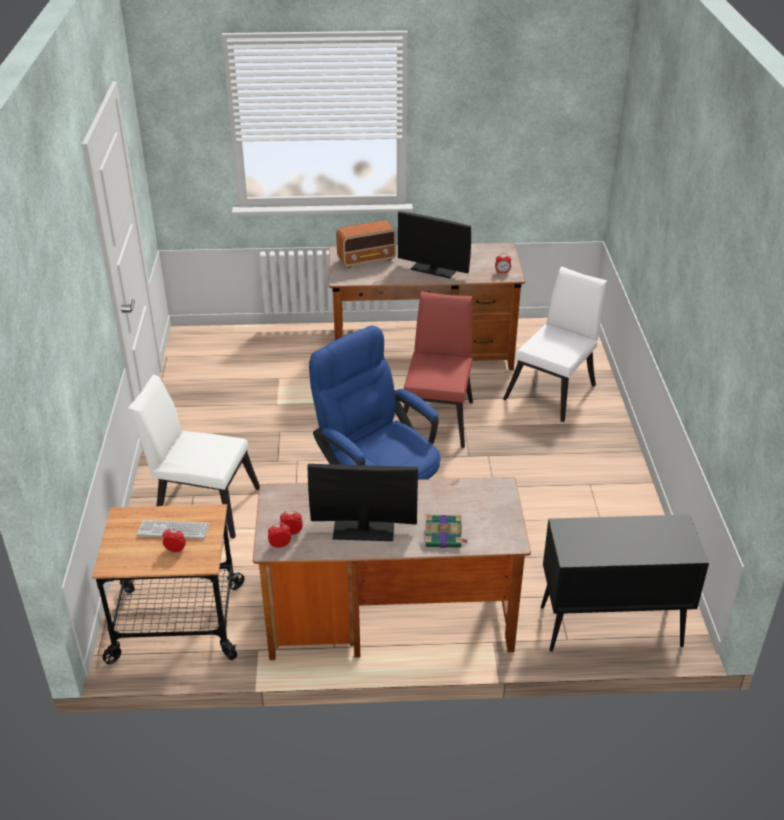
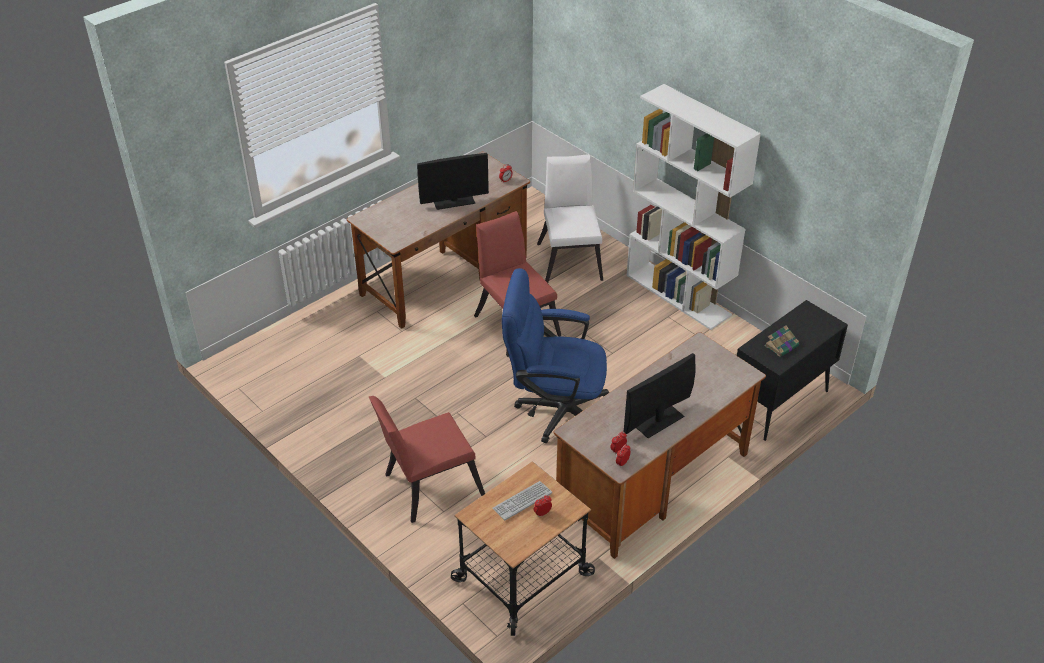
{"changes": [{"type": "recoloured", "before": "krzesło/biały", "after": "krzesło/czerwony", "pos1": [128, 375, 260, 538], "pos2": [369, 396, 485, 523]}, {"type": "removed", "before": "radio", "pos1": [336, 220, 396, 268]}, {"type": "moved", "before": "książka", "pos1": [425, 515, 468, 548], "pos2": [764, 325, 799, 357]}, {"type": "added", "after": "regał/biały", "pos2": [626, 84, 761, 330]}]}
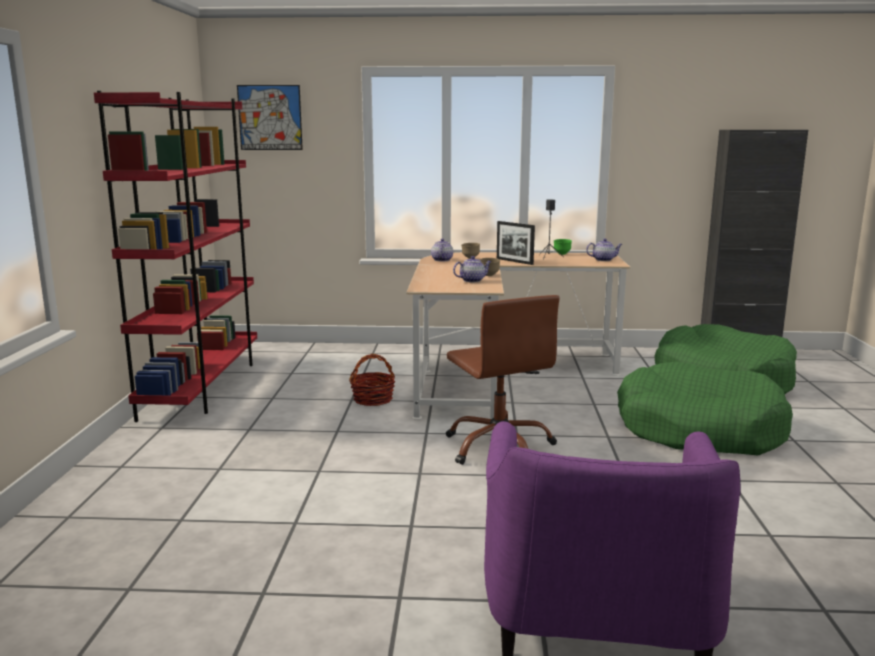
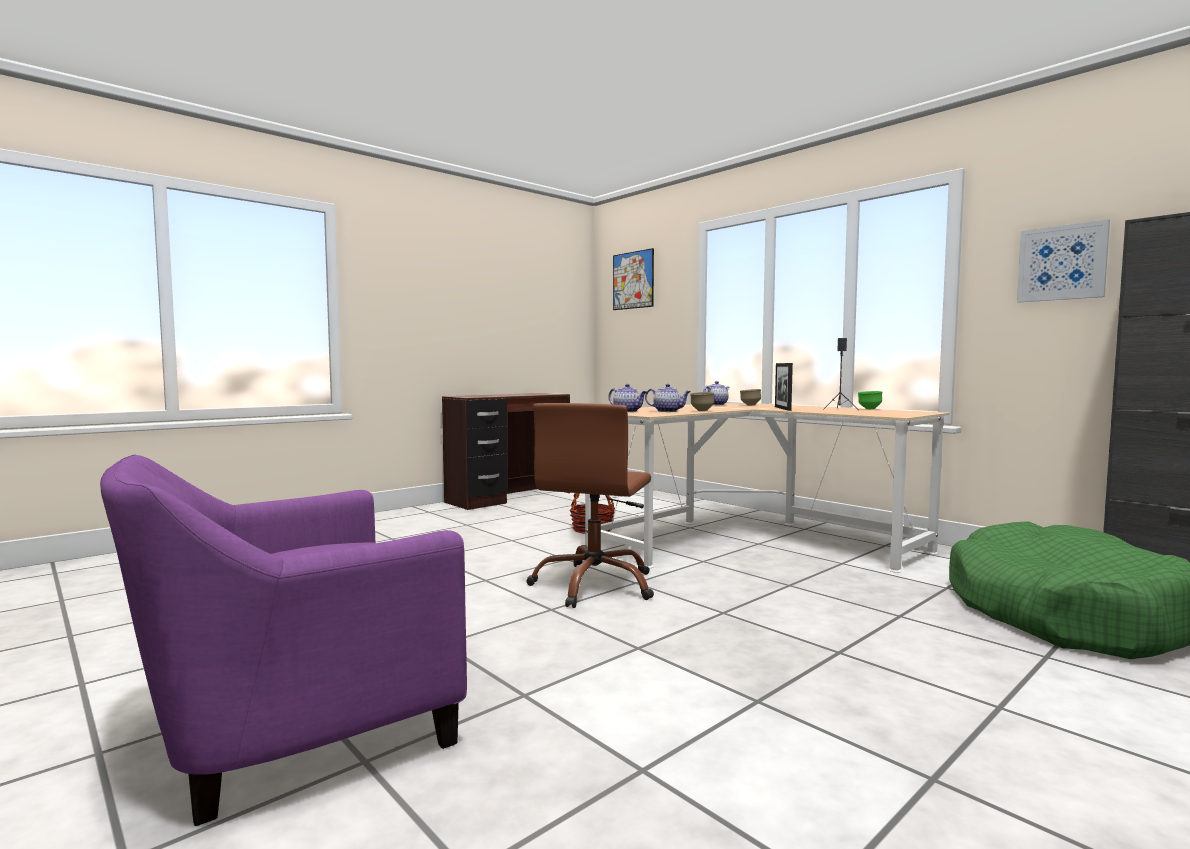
{"changes": [{"type": "replaced", "before": "regał/czerwony", "after": "biurko/brązowy", "pos1": [94, 91, 257, 422], "pos2": [442, 393, 570, 510]}, {"type": "moved", "before": "imbryk", "pos1": [586, 238, 622, 261], "pos2": [609, 384, 646, 412]}, {"type": "removed", "before": "legowisko/zielony", "pos1": [617, 362, 793, 456]}, {"type": "added", "after": "obraz", "pos2": [1017, 219, 1110, 302]}]}
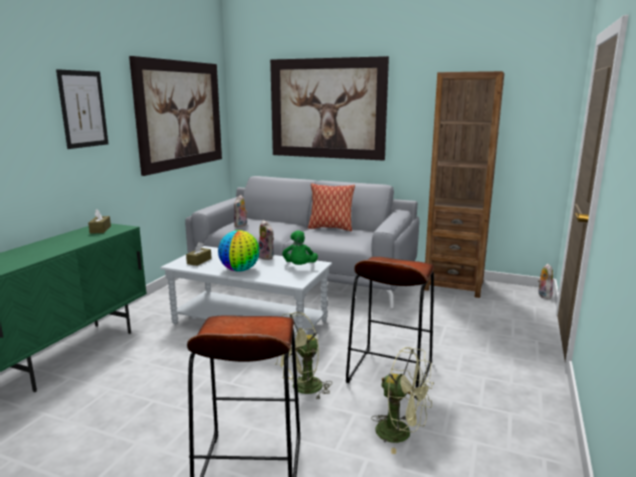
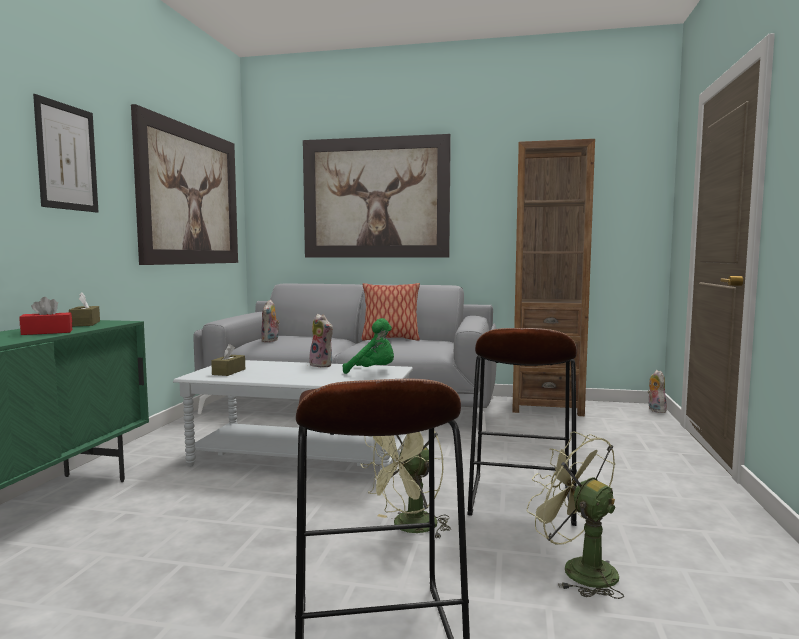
{"changes": [{"type": "removed", "before": "globus", "pos1": [218, 230, 260, 272]}, {"type": "turned", "before": "pluszak/zielony", "pos1": [282, 231, 318, 265], "pos2": [343, 318, 394, 374], "turn": -60}, {"type": "turned", "before": "wentylator/zielony", "pos1": [371, 347, 434, 454], "pos2": [527, 432, 624, 599], "turn": -150}, {"type": "added", "after": "pudełko chusteczek/czerwony", "pos2": [19, 297, 72, 335]}]}
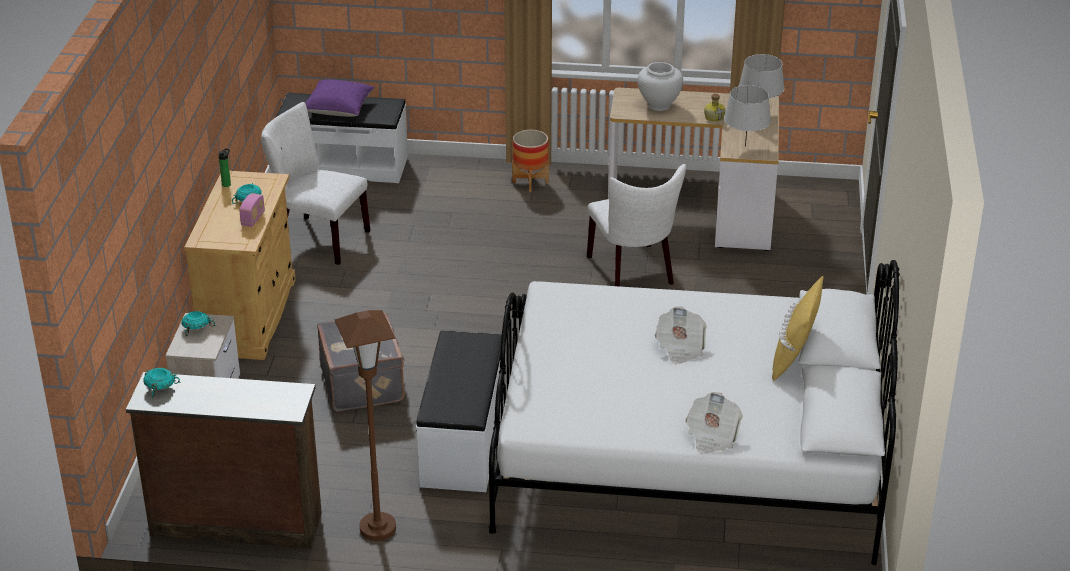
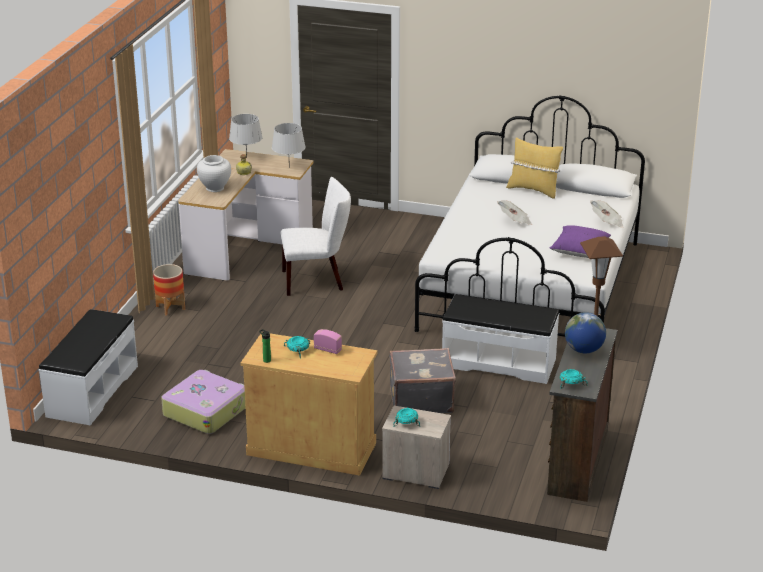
{"changes": [{"type": "replaced", "before": "krzesło/biały", "after": "walizka", "pos1": [261, 102, 370, 265], "pos2": [161, 370, 246, 434]}, {"type": "moved", "before": "poduszka/fioletowy", "pos1": [305, 79, 375, 117], "pos2": [550, 225, 611, 258]}, {"type": "added", "after": "globus", "pos2": [565, 312, 606, 353]}]}
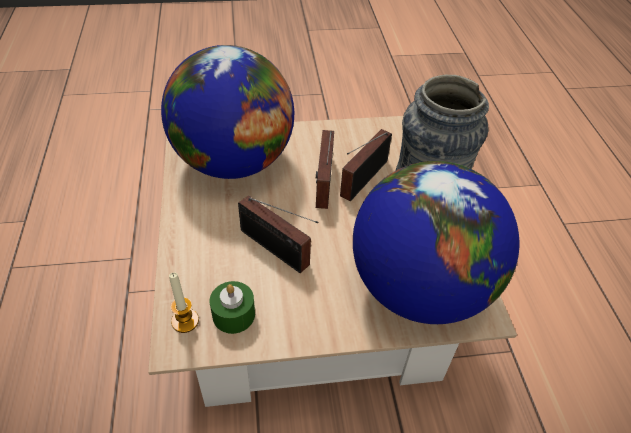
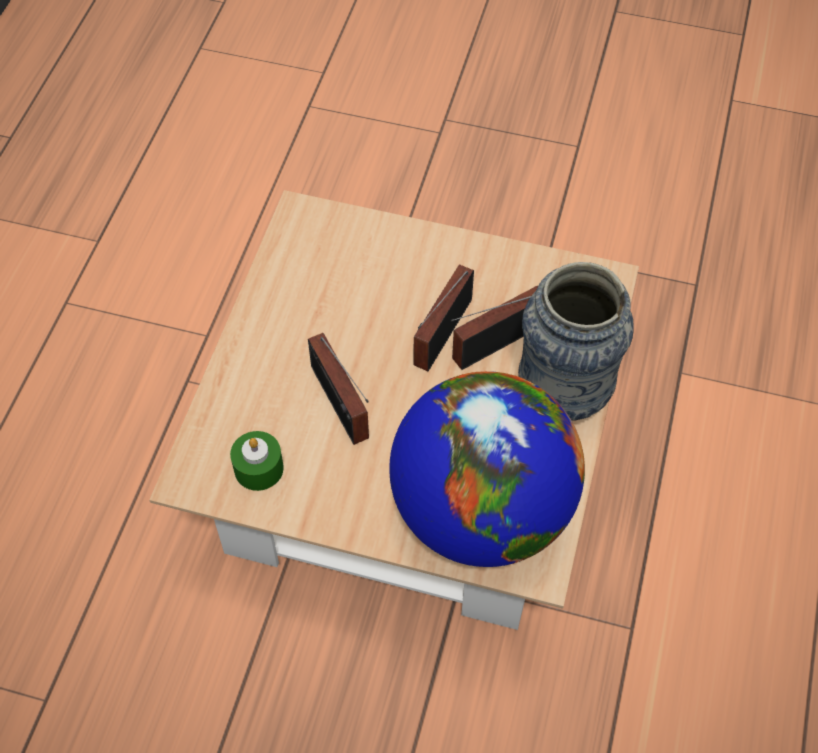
{"changes": [{"type": "removed", "before": "globus", "pos1": [161, 45, 294, 179]}, {"type": "removed", "before": "świeca", "pos1": [169, 272, 199, 333]}]}
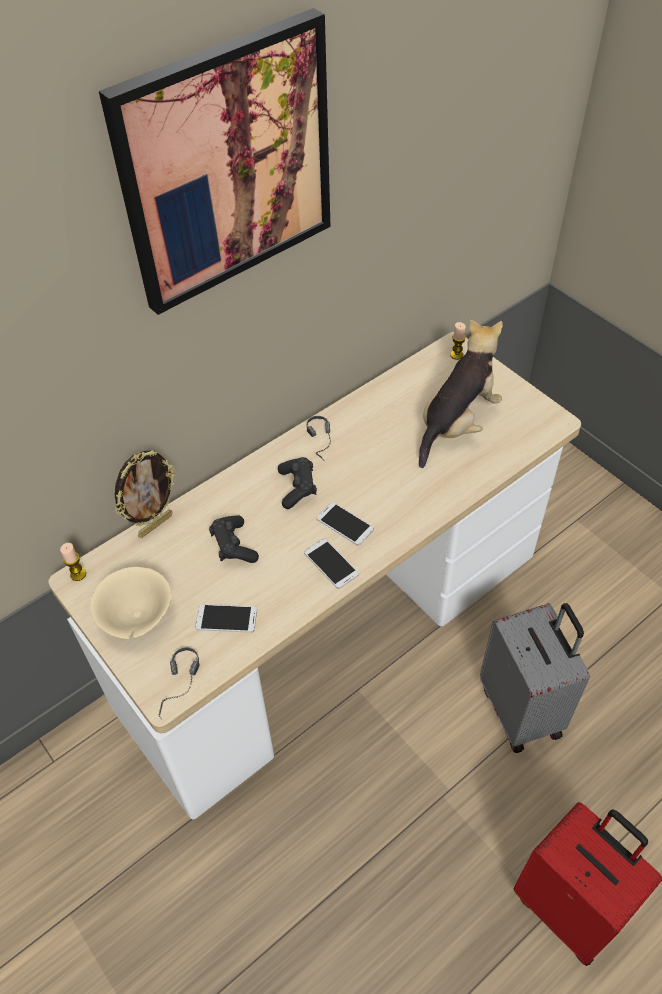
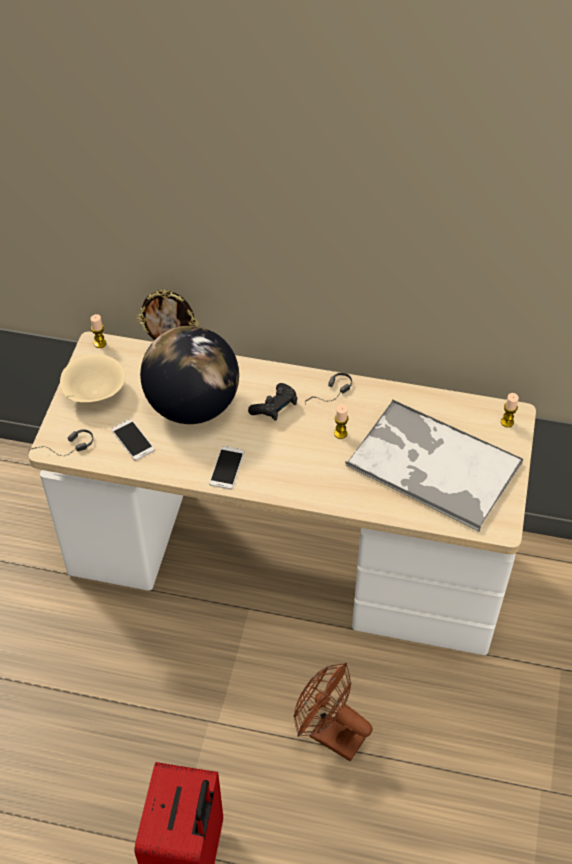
{"changes": [{"type": "removed", "before": "obraz", "pos1": [99, 8, 330, 315]}, {"type": "replaced", "before": "pad do gier/czarny", "after": "globus", "pos1": [209, 516, 259, 563], "pos2": [140, 326, 239, 424]}, {"type": "removed", "before": "telefon", "pos1": [317, 502, 374, 546]}, {"type": "replaced", "before": "pluszak", "after": "taca", "pos1": [419, 319, 503, 468], "pos2": [346, 399, 523, 532]}, {"type": "replaced", "before": "walizka/szary", "after": "wentylator/brązowy", "pos1": [480, 603, 590, 753], "pos2": [294, 663, 373, 761]}, {"type": "added", "after": "świeca", "pos2": [334, 404, 348, 439]}]}
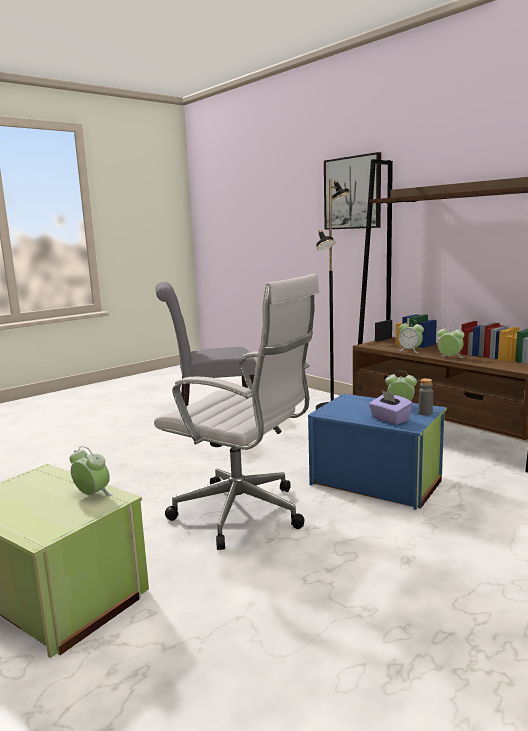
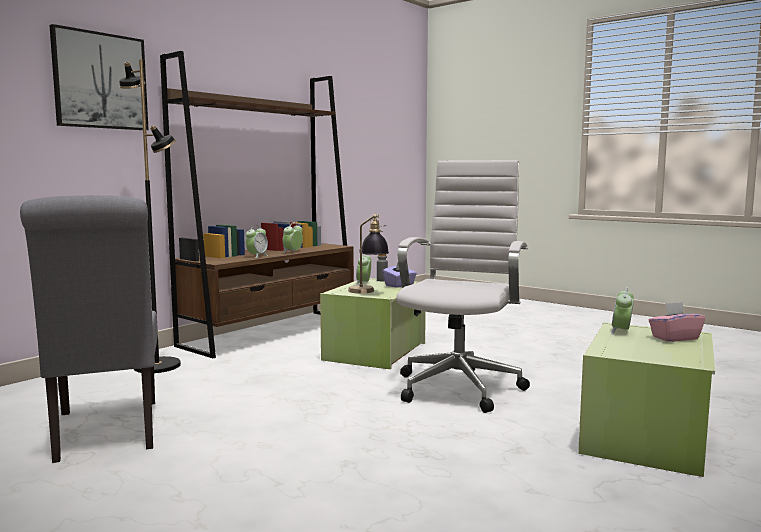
{"changes": [{"type": "recoloured", "before": "pojemnik do przechowywania/niebieski", "after": "pojemnik do przechowywania/zielony", "pos1": [308, 393, 447, 510], "pos2": [320, 278, 426, 369]}, {"type": "added", "after": "lampa stołowa", "pos2": [348, 214, 389, 294]}, {"type": "added", "after": "pudełko chusteczek/różowy", "pos2": [649, 302, 705, 342]}]}
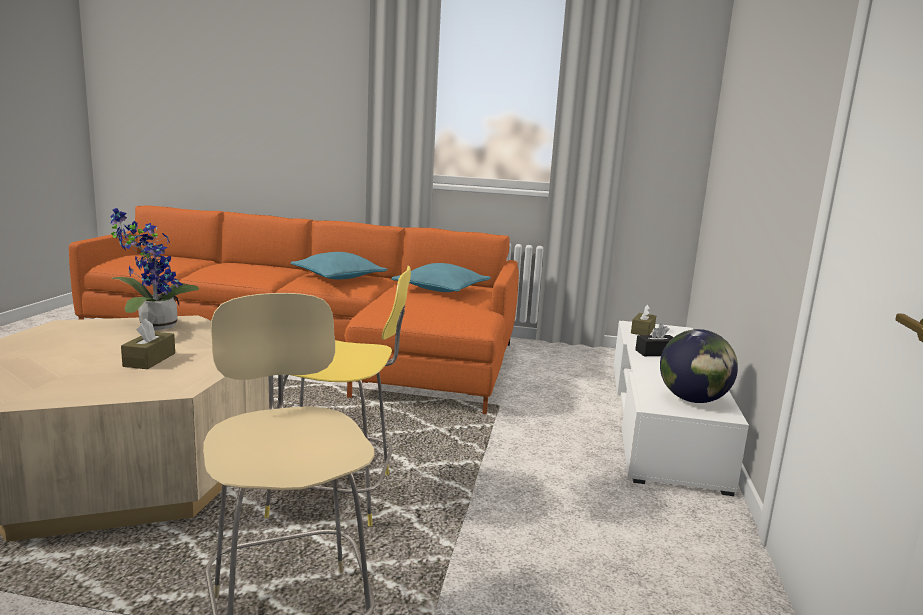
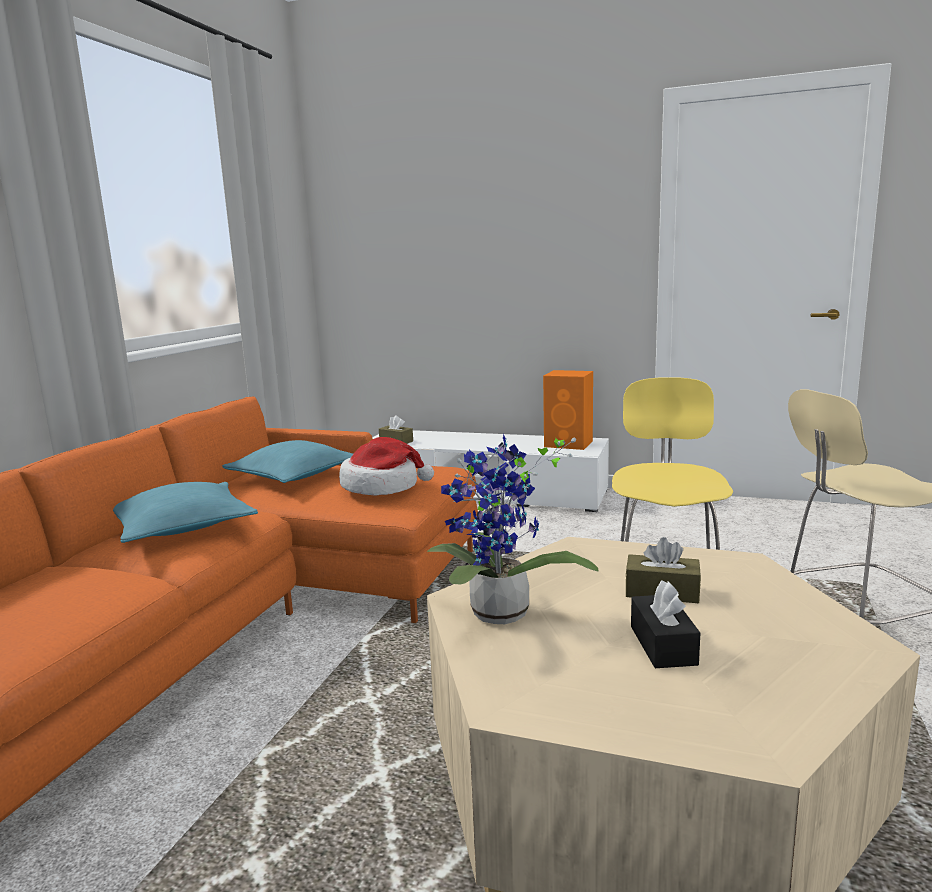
{"changes": [{"type": "moved", "before": "pudełko chusteczek/czarny", "pos1": [635, 324, 673, 356], "pos2": [631, 581, 700, 668]}, {"type": "replaced", "before": "globus", "after": "głośnik/pomarańczowy", "pos1": [660, 329, 738, 403], "pos2": [543, 370, 593, 450]}, {"type": "added", "after": "kapelusz", "pos2": [339, 437, 434, 495]}]}
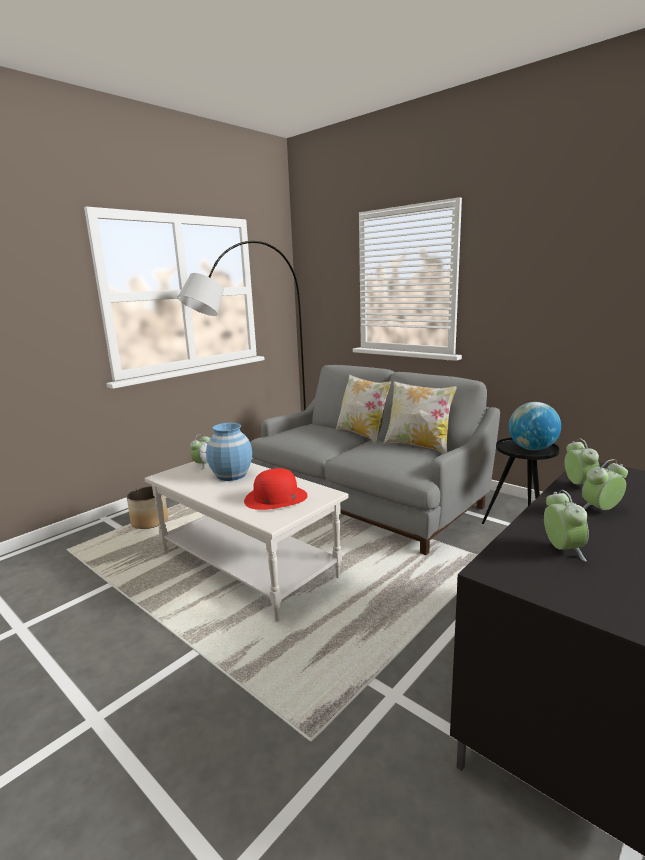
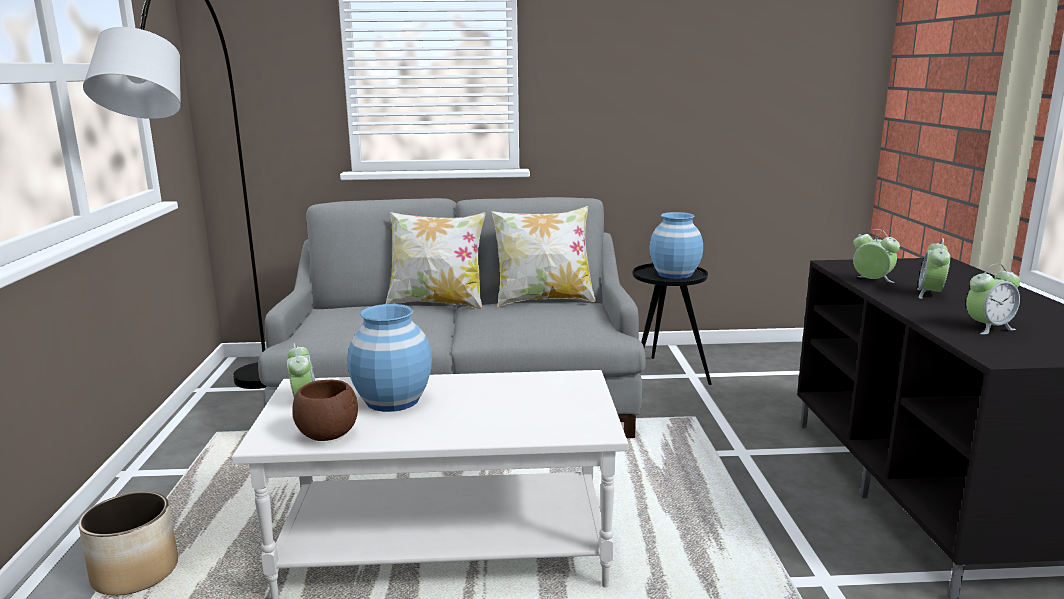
{"changes": [{"type": "removed", "before": "kapelusz/czerwony", "pos1": [244, 468, 308, 510]}, {"type": "replaced", "before": "globus", "after": "wazon/niebieski", "pos1": [509, 402, 561, 450], "pos2": [650, 212, 703, 279]}, {"type": "turned", "before": "budzik", "pos1": [544, 490, 589, 561], "pos2": [966, 264, 1020, 335], "turn": 120}, {"type": "added", "after": "miska/brązowy", "pos2": [292, 380, 358, 441]}]}
